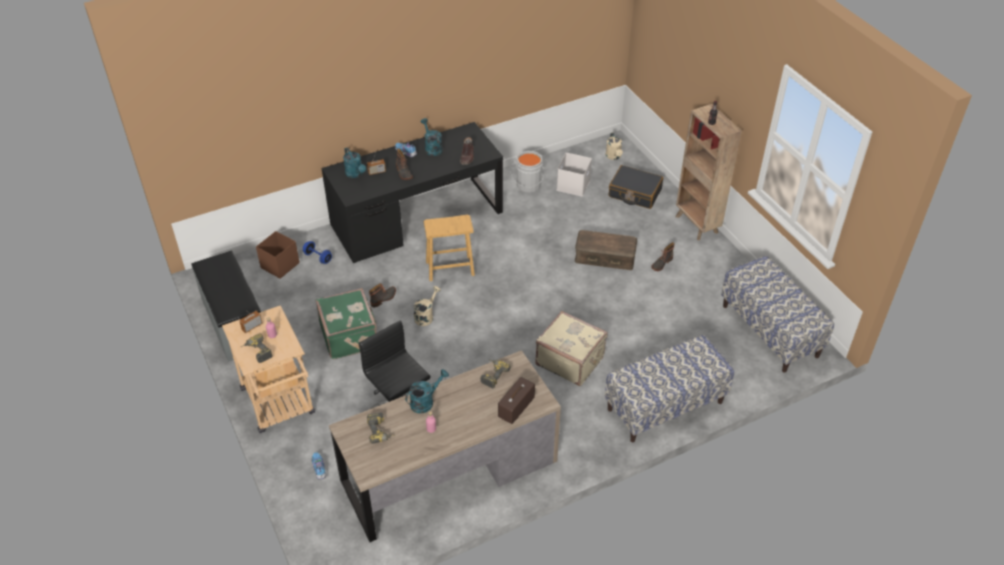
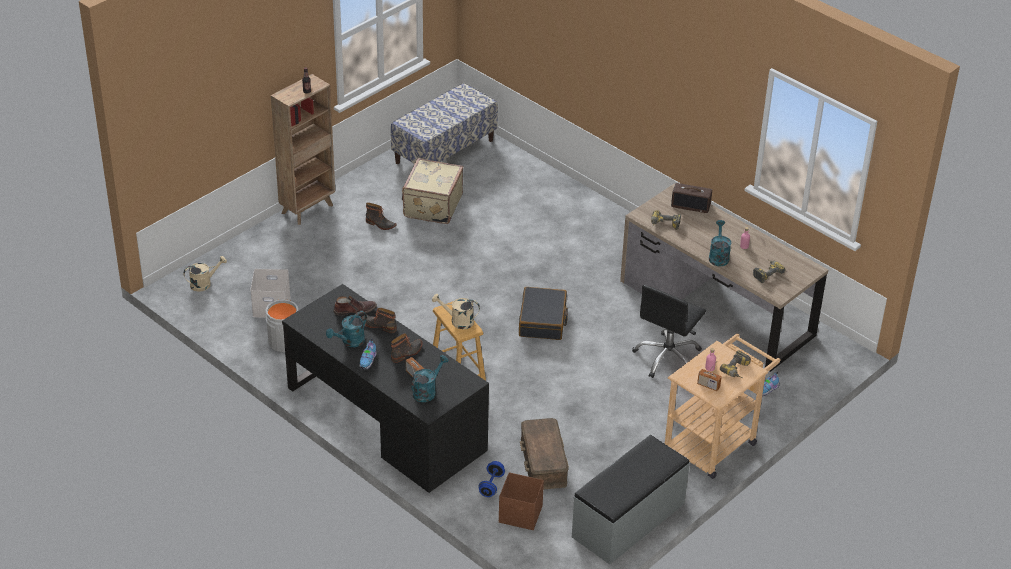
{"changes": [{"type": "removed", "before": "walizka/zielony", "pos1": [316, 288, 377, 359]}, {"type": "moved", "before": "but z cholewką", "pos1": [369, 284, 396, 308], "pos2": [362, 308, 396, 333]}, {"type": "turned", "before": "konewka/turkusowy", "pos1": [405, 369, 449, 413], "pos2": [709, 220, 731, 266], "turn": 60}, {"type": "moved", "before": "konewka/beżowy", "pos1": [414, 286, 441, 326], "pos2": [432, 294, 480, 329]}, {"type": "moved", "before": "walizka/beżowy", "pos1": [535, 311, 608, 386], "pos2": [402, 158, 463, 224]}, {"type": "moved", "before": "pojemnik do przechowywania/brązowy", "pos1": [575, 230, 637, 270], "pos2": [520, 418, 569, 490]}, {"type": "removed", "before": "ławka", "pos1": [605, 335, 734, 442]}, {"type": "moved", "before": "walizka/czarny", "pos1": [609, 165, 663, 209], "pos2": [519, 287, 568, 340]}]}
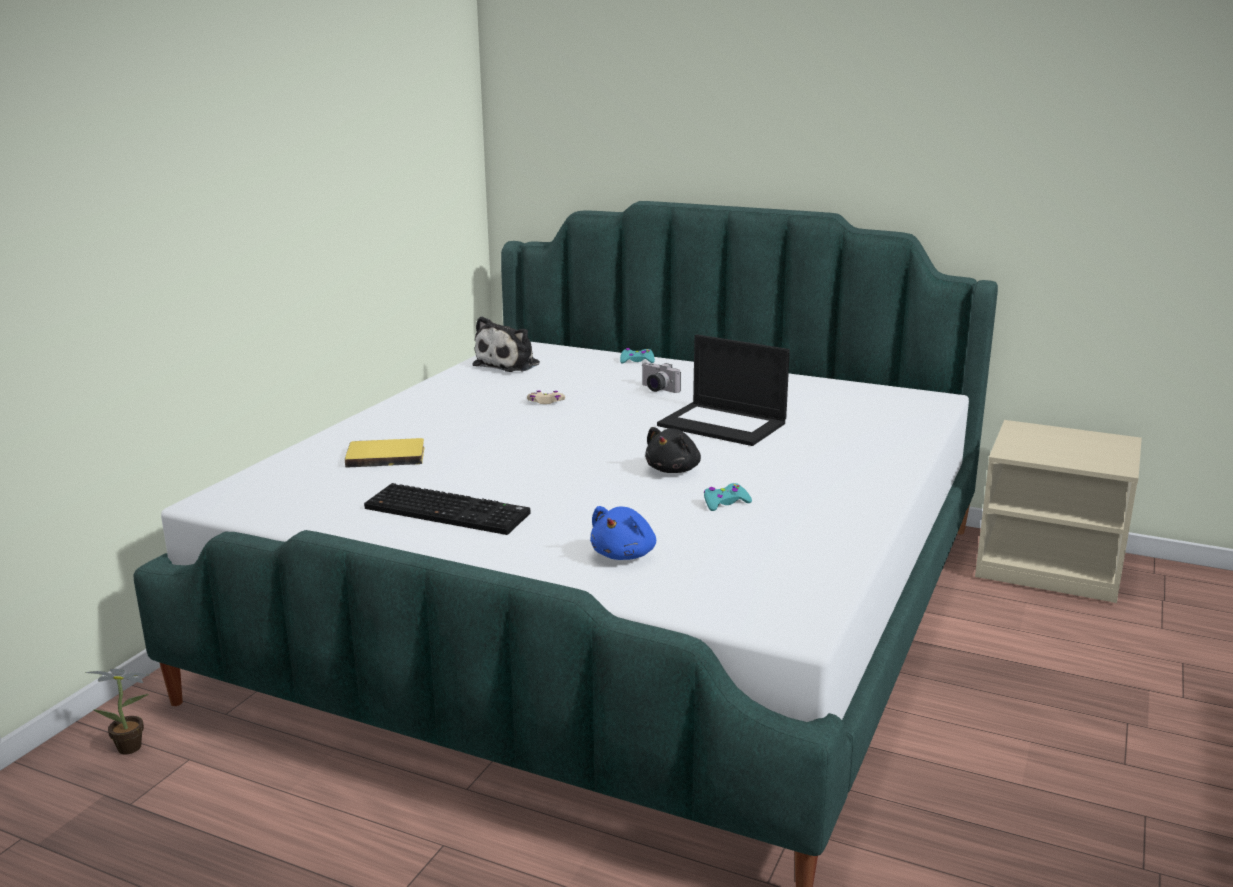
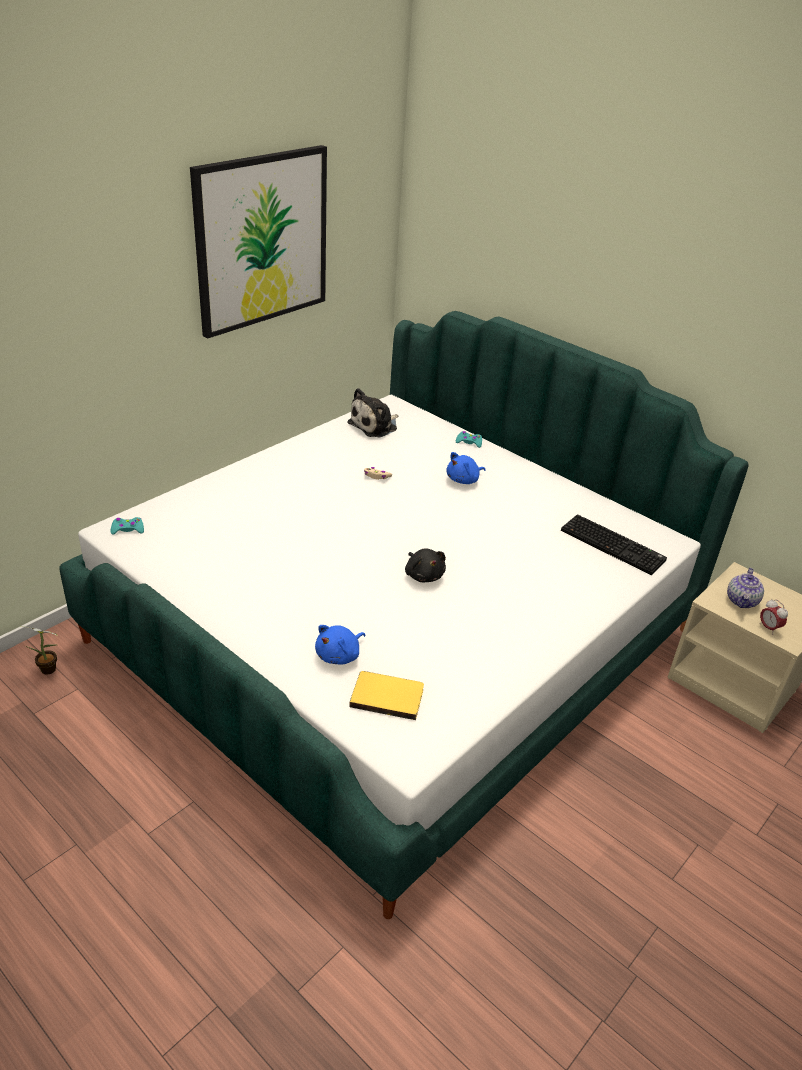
{"changes": [{"type": "moved", "before": "książka/żółty", "pos1": [345, 438, 424, 468], "pos2": [349, 671, 424, 720]}, {"type": "moved", "before": "klawiatura", "pos1": [364, 483, 531, 535], "pos2": [561, 515, 667, 575]}, {"type": "replaced", "before": "aparat fotograficzny", "after": "pluszak/niebieski", "pos1": [641, 362, 681, 393], "pos2": [446, 452, 486, 484]}, {"type": "turned", "before": "pluszak/czarny", "pos1": [645, 427, 701, 473], "pos2": [405, 549, 446, 582], "turn": -75}, {"type": "removed", "before": "laptop", "pos1": [657, 334, 790, 446]}, {"type": "moved", "before": "pad do gier/turkusowy", "pos1": [704, 483, 752, 511], "pos2": [111, 517, 144, 535]}, {"type": "added", "after": "obraz", "pos2": [190, 145, 327, 339]}, {"type": "added", "after": "imbryk", "pos2": [727, 568, 764, 608]}, {"type": "added", "after": "budzik", "pos2": [760, 599, 788, 635]}]}
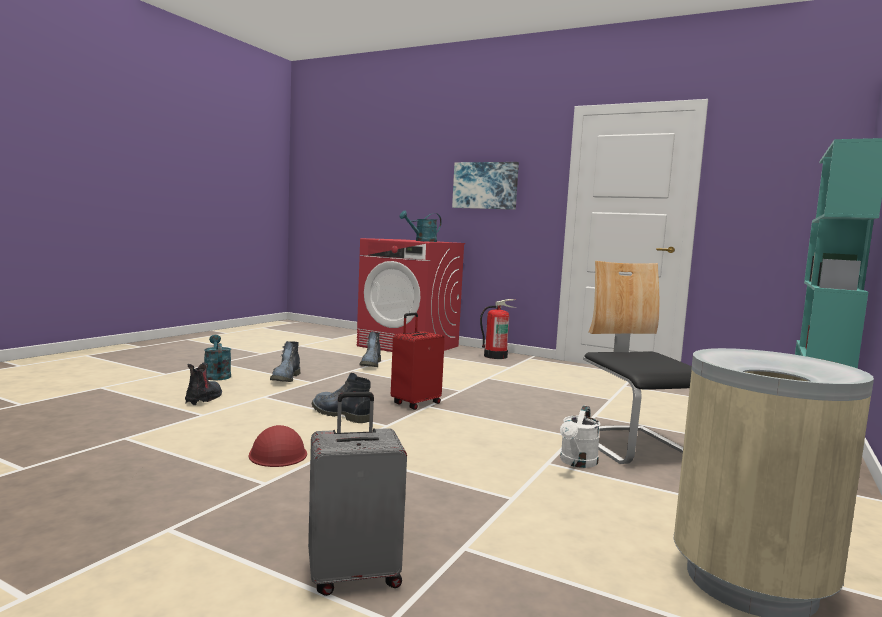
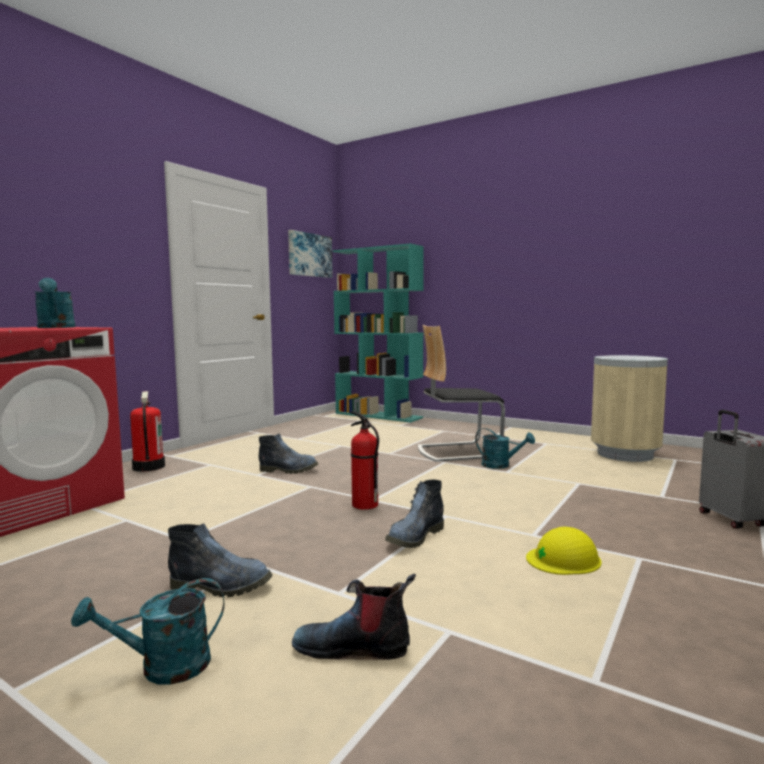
{"changes": [{"type": "recoloured", "before": "kask/czerwony", "after": "kask/żółty", "pos1": [249, 425, 307, 467], "pos2": [526, 527, 602, 575]}, {"type": "moved", "before": "but z cholewką", "pos1": [360, 332, 381, 367], "pos2": [259, 434, 318, 474]}, {"type": "replaced", "before": "walizka/czerwony", "after": "gaśnica", "pos1": [391, 313, 445, 410], "pos2": [350, 411, 379, 510]}, {"type": "moved", "before": "obraz", "pos1": [452, 162, 519, 210], "pos2": [288, 230, 333, 278]}, {"type": "recoloured", "before": "konewka/biały", "after": "konewka/turkusowy", "pos1": [560, 406, 601, 468], "pos2": [475, 428, 535, 469]}]}
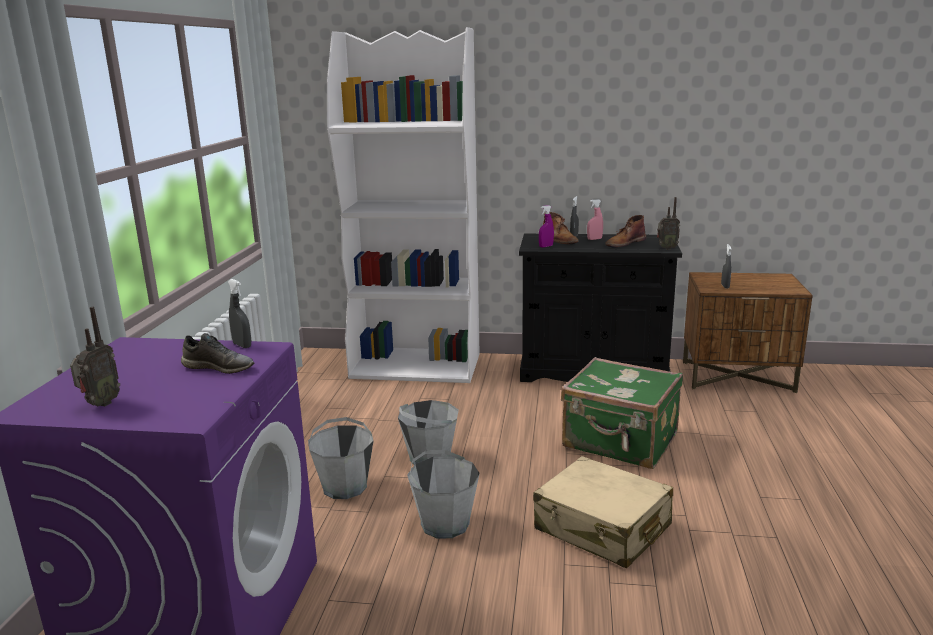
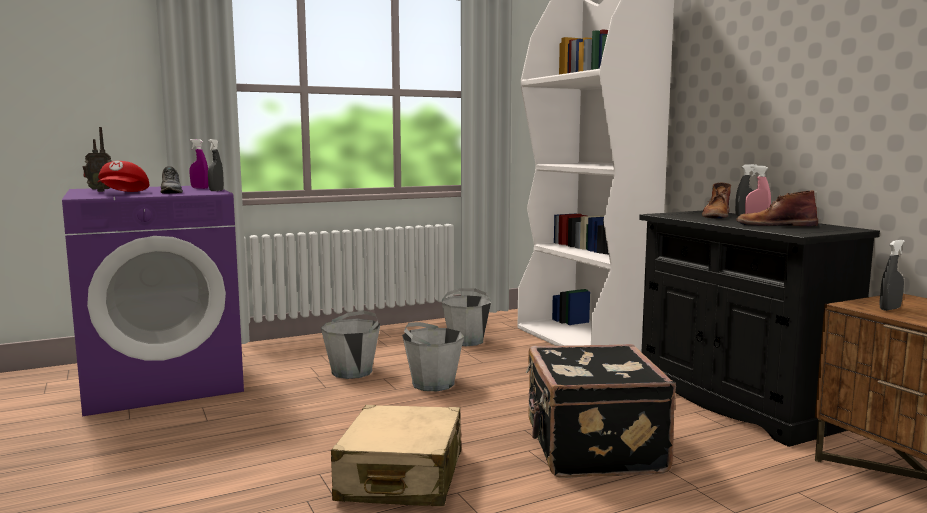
{"changes": [{"type": "moved", "before": "wiadro/szary", "pos1": [407, 450, 480, 539], "pos2": [442, 288, 491, 346]}, {"type": "moved", "before": "spryskiwacz/fioletowy", "pos1": [539, 205, 554, 247], "pos2": [190, 139, 209, 189]}, {"type": "recoloured", "before": "walizka/zielony", "after": "walizka/czarny", "pos1": [561, 357, 683, 469], "pos2": [526, 344, 676, 478]}, {"type": "removed", "before": "radio", "pos1": [657, 197, 680, 250]}, {"type": "added", "after": "czapka z daszkiem/czerwony", "pos2": [97, 161, 150, 192]}]}
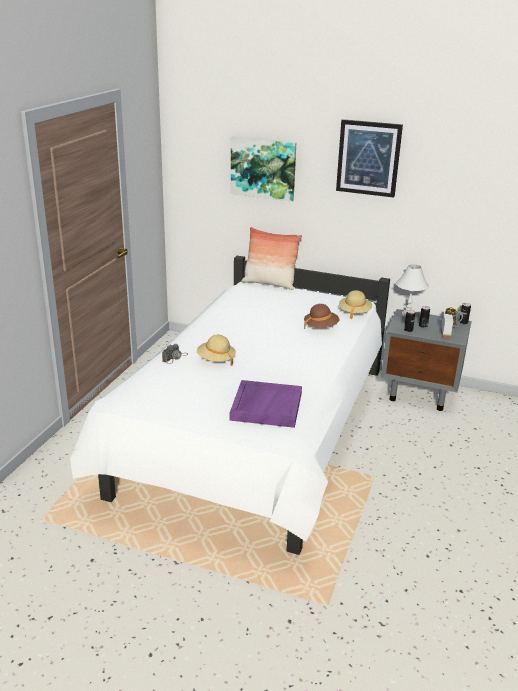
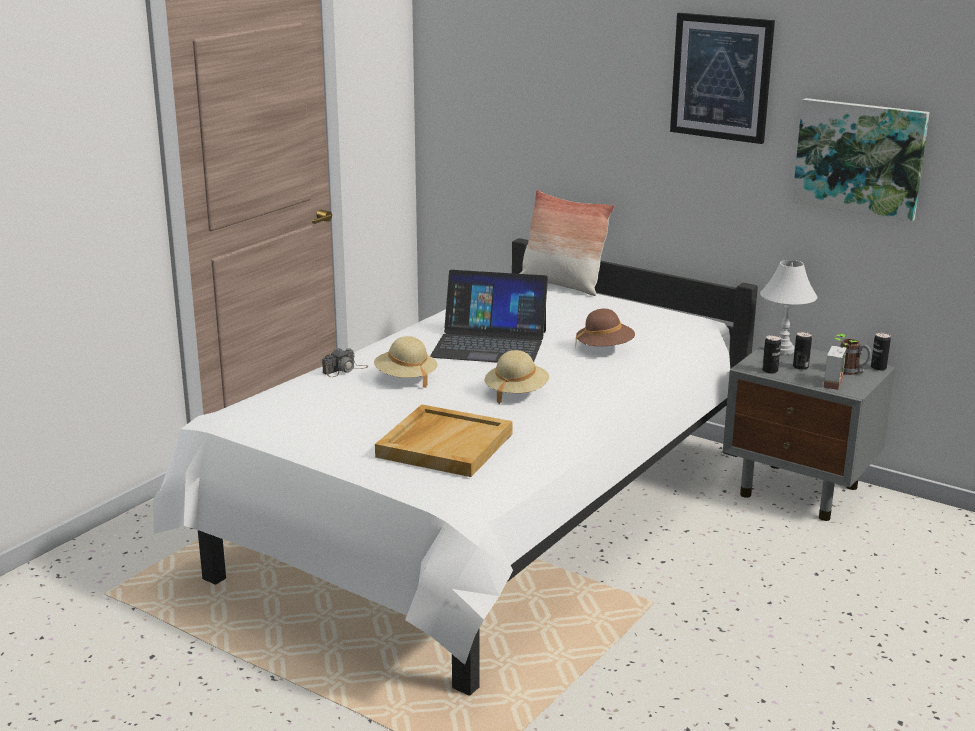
{"changes": [{"type": "recoloured", "before": "taca/fioletowy", "after": "taca/beżowy", "pos1": [230, 380, 302, 428], "pos2": [375, 404, 513, 477]}, {"type": "moved", "before": "obraz", "pos1": [231, 136, 296, 202], "pos2": [792, 98, 930, 222]}, {"type": "moved", "before": "kapelusz/beżowy", "pos1": [339, 290, 372, 319], "pos2": [485, 350, 549, 404]}, {"type": "added", "after": "laptop", "pos2": [430, 270, 548, 363]}]}
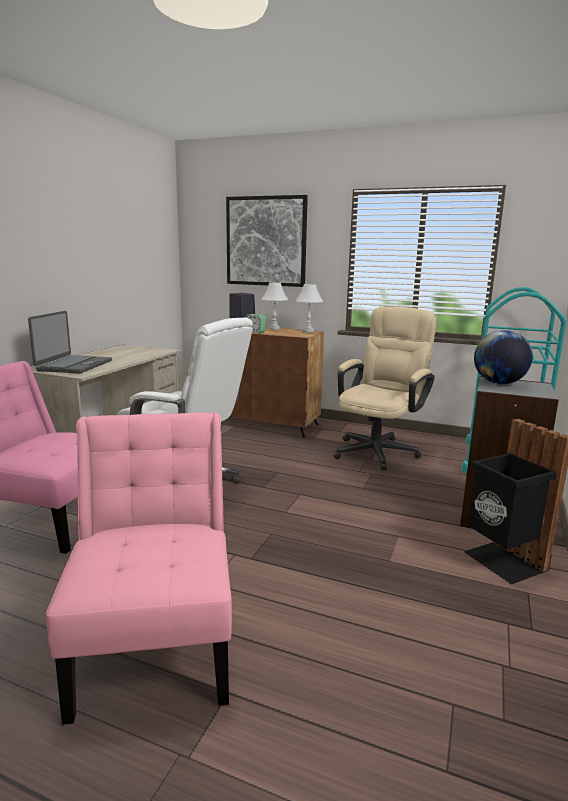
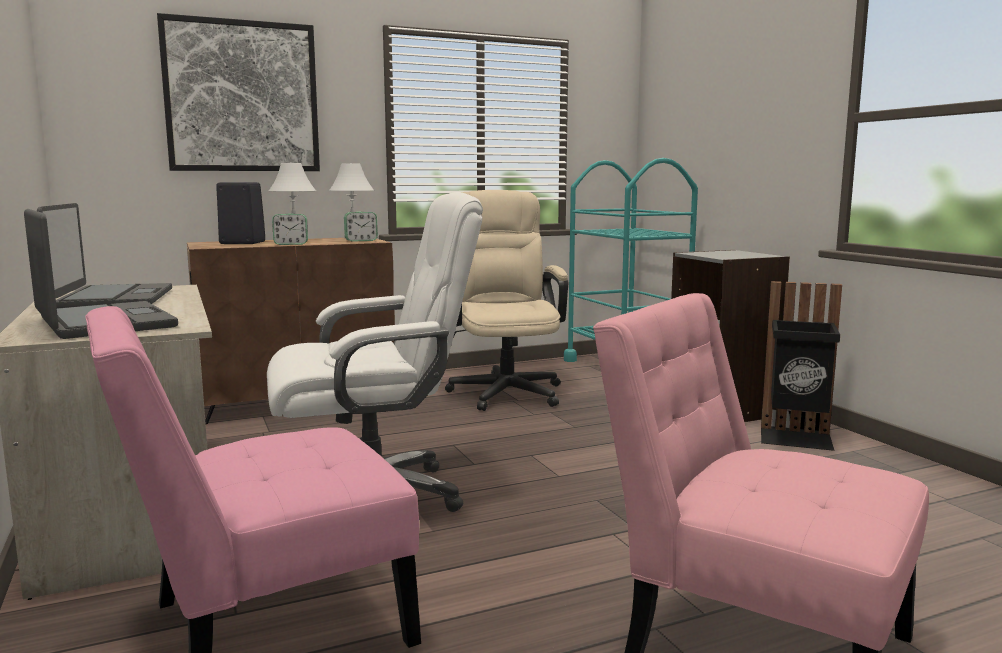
{"changes": [{"type": "removed", "before": "globus", "pos1": [474, 330, 533, 384]}, {"type": "added", "after": "laptop", "pos2": [37, 203, 172, 308]}, {"type": "added", "after": "budzik", "pos2": [344, 212, 378, 242]}]}
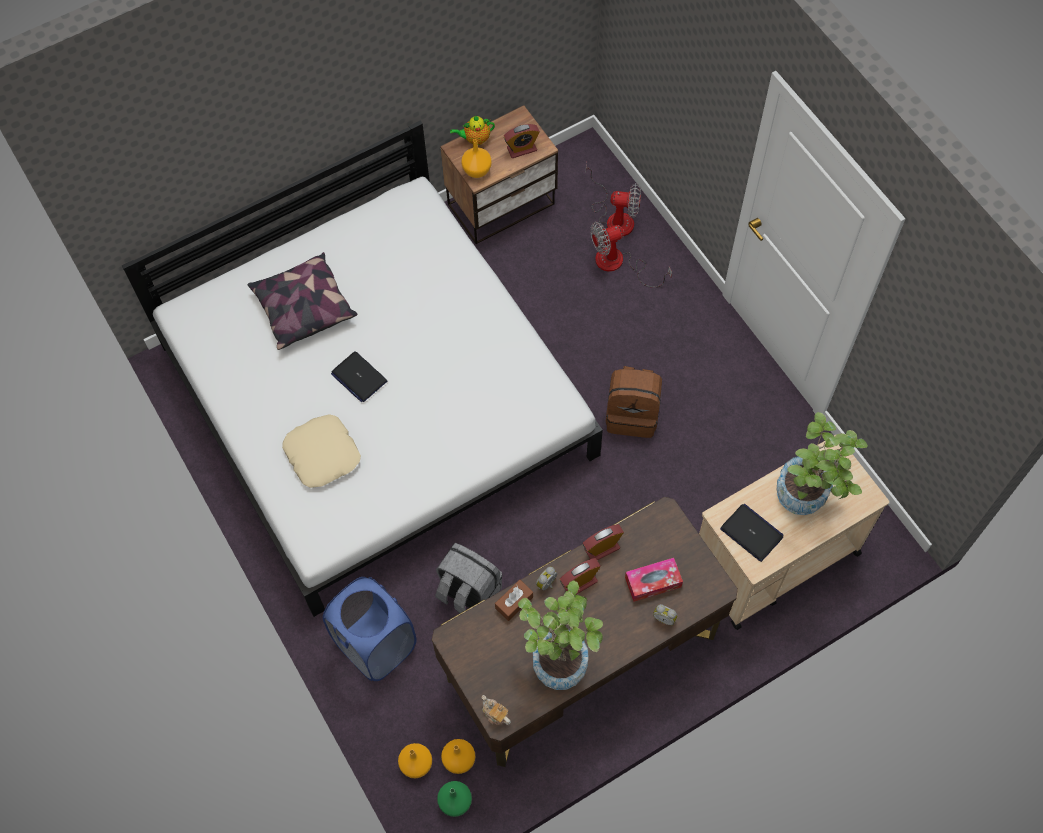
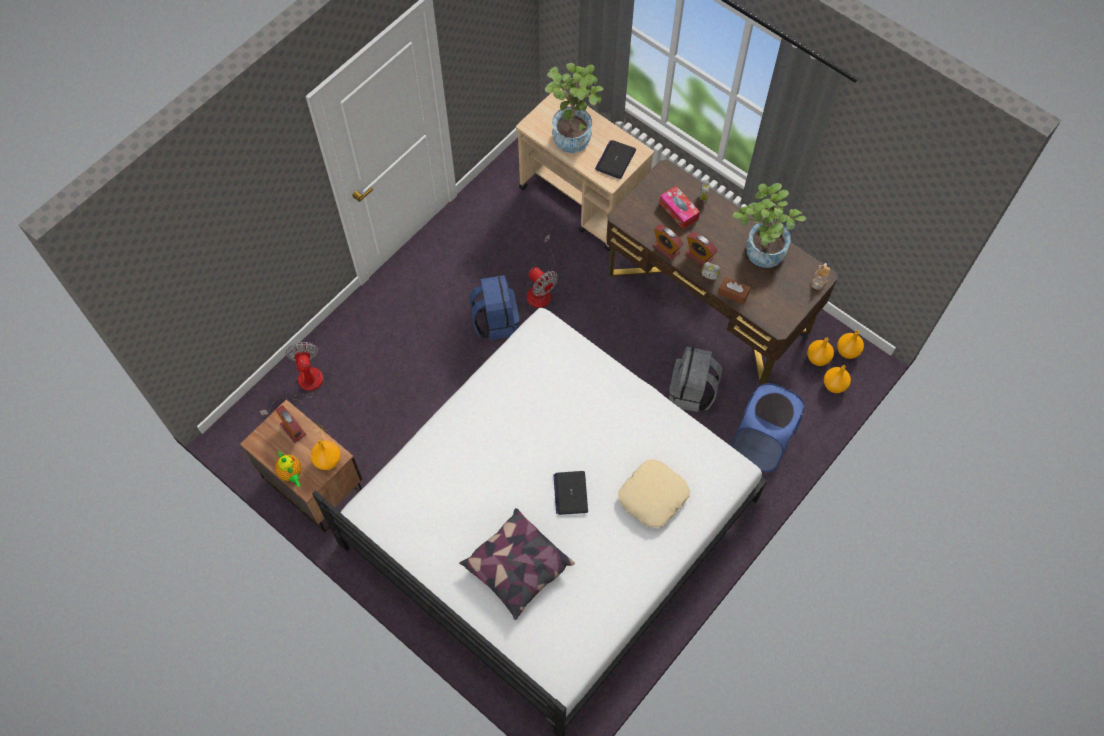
{"changes": [{"type": "turned", "before": "laptop", "pos1": [331, 351, 387, 402], "pos2": [553, 471, 588, 515], "turn": 150}, {"type": "recoloured", "before": "wazon/zielony", "after": "wazon/pomarańczowy", "pos1": [437, 781, 472, 817], "pos2": [837, 330, 864, 359]}, {"type": "moved", "before": "wentylator", "pos1": [590, 222, 672, 287], "pos2": [527, 234, 558, 308]}, {"type": "recoloured", "before": "plecak/brązowy", "after": "plecak/niebieski", "pos1": [606, 366, 662, 438], "pos2": [470, 275, 519, 340]}]}
